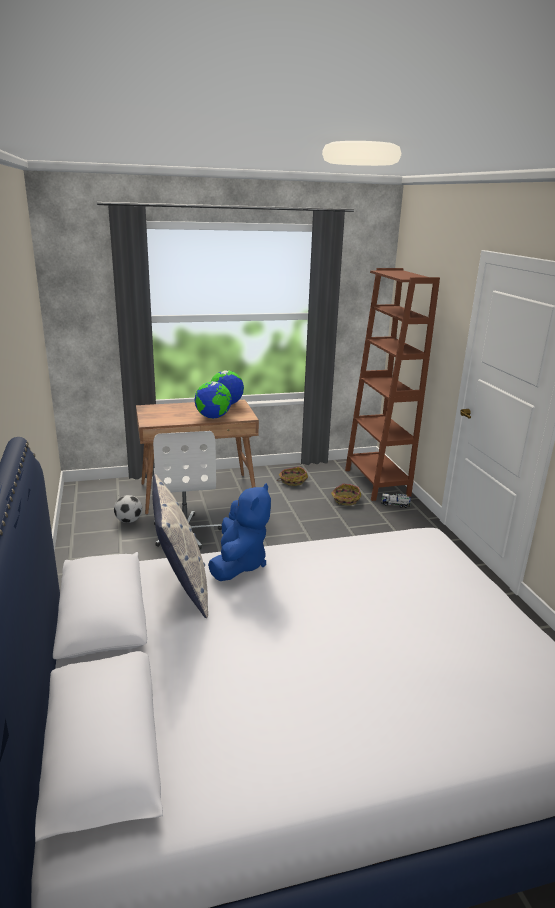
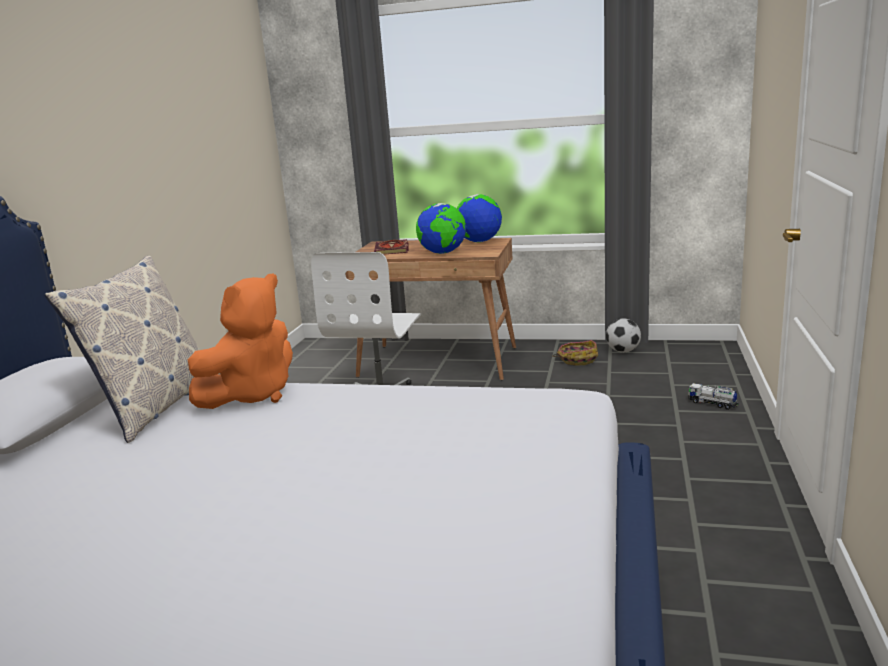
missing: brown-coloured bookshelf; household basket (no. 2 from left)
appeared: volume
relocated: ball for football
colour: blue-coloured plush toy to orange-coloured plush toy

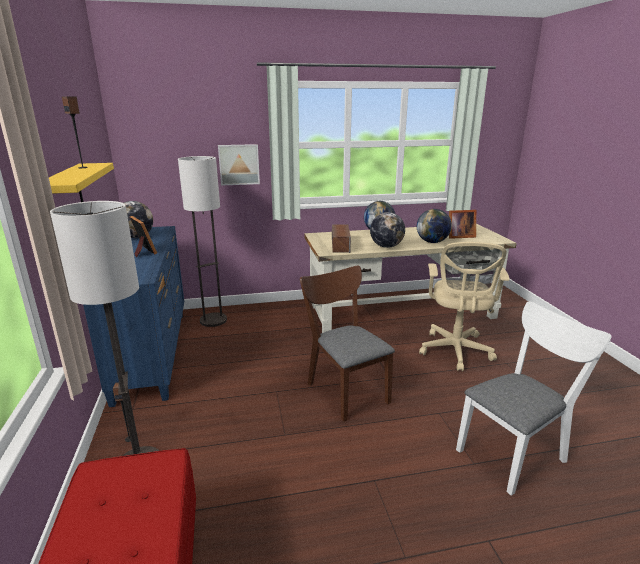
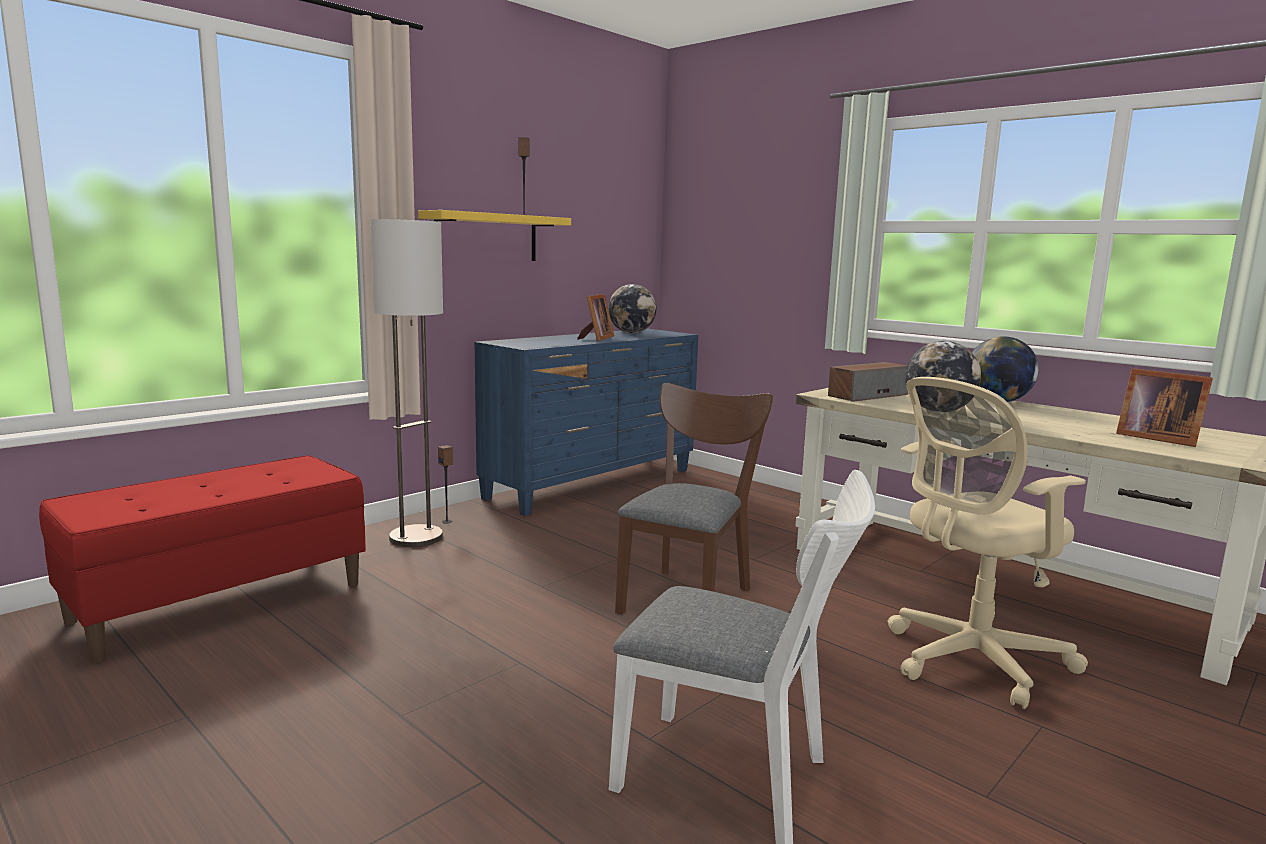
missing: wall art; standard lamp (no. 2 from left); world globe (no. 4 from left)

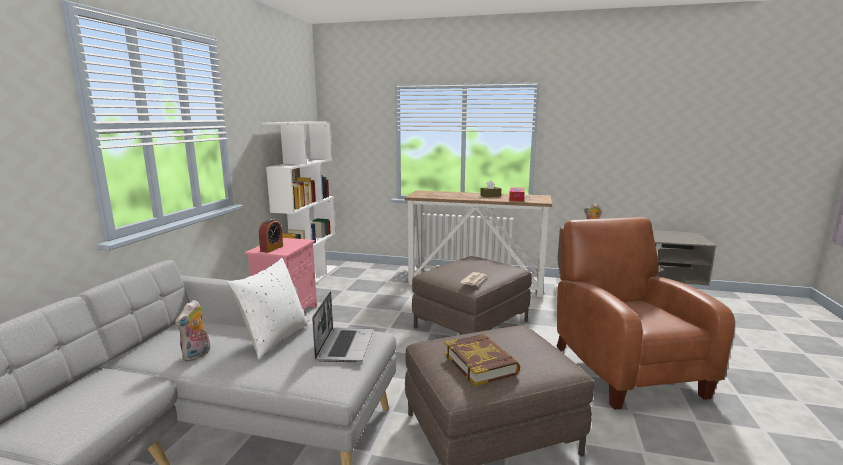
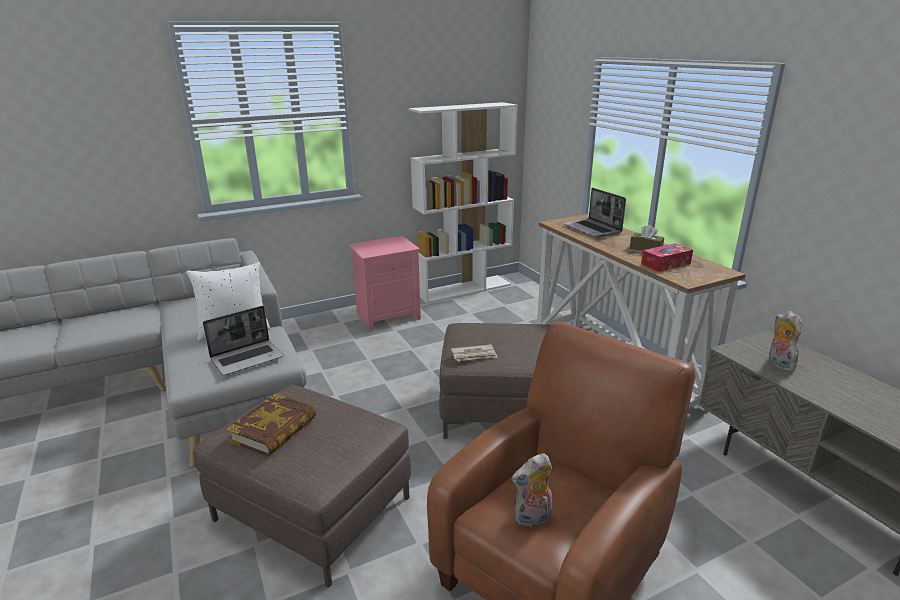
missing: bedside clock
appeared: laptop (no. 2 from left)
relocated: plush toy (no. 1 from left)

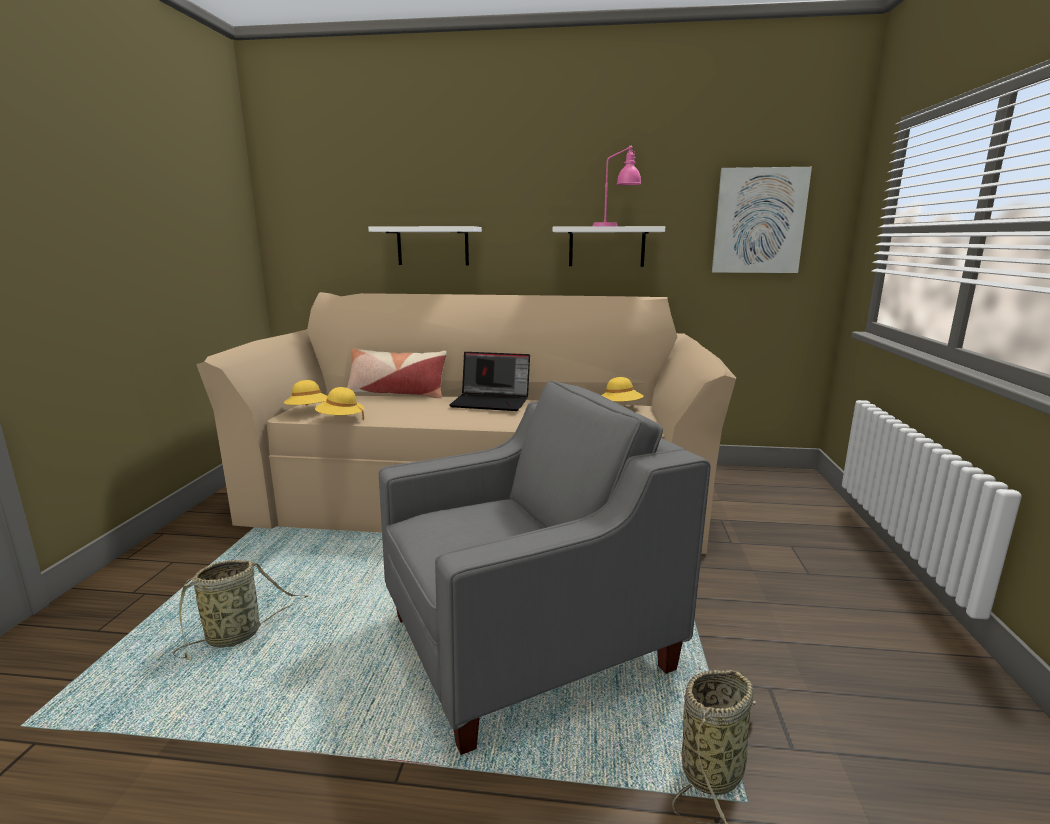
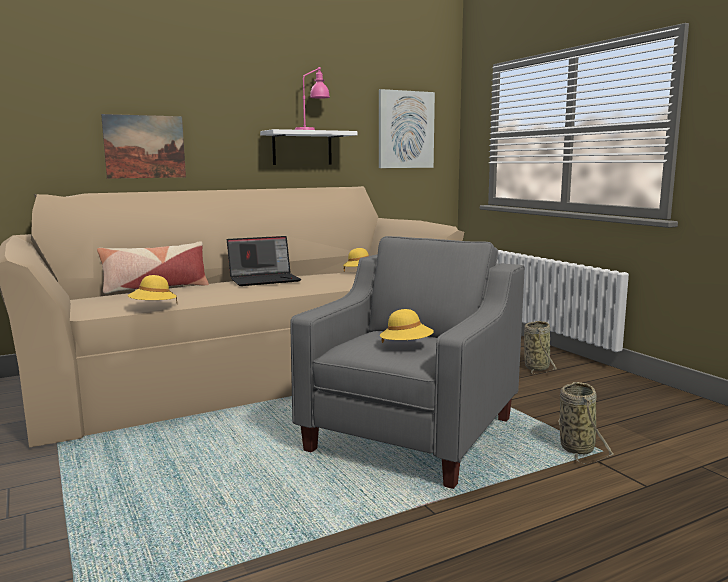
relocated: yellow-coloured wearable hat (no. 1 from left in the first image) to yellow-coloured wearable hat (no. 3 from left); household basket (no. 1 from left)
exchanged: whitish bracket shelf (no. 1 from left) to wall art (no. 1 from left)

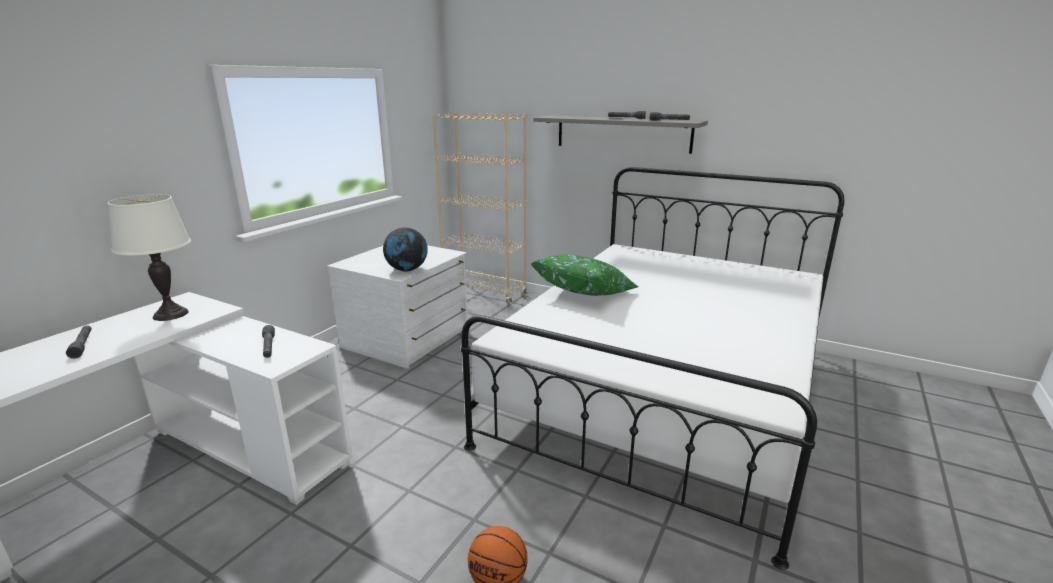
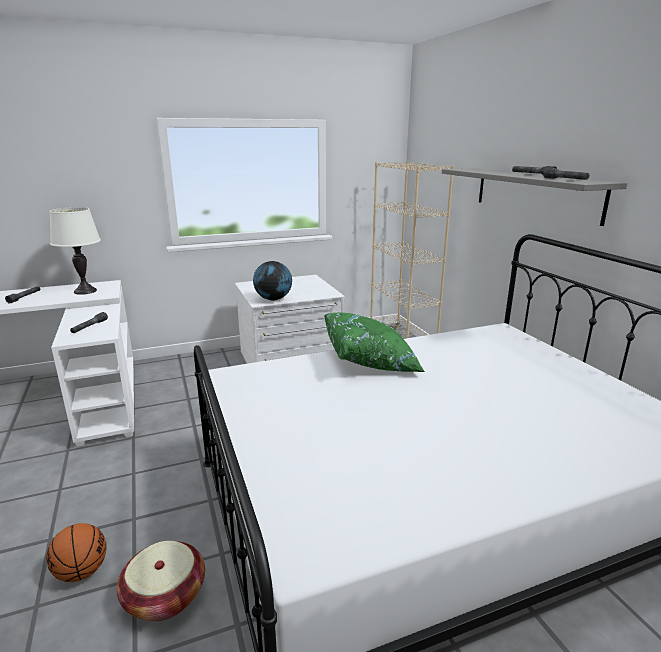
appeared: household basket

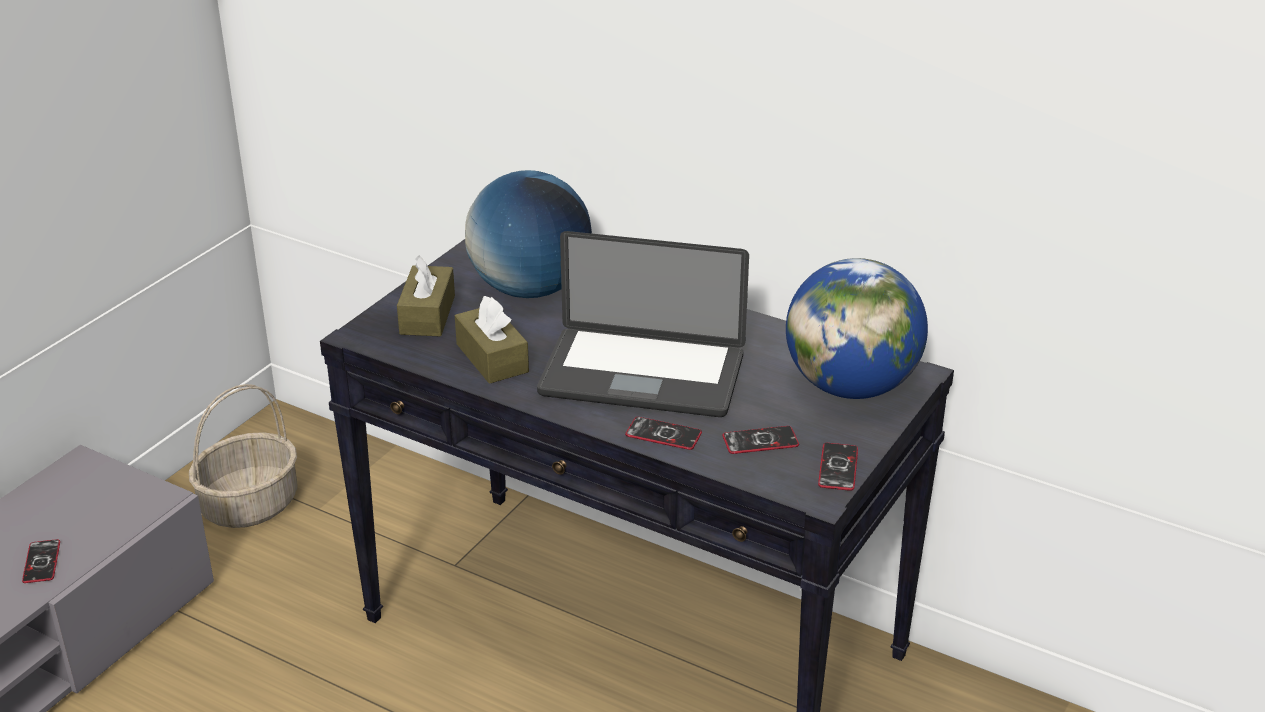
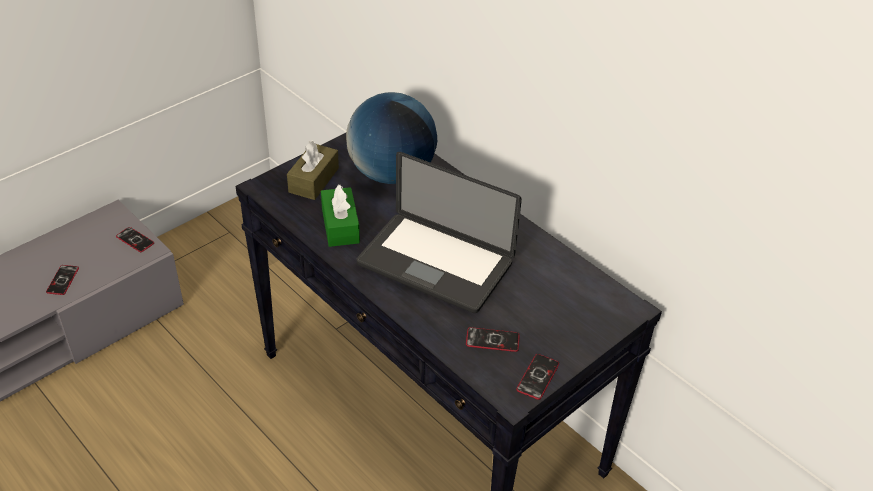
missing: world globe (no. 2 from left); household basket
relocated: handset (no. 2 from left)
colour: brown-coloured box of tissues (no. 2 from left) to greenish box of tissues

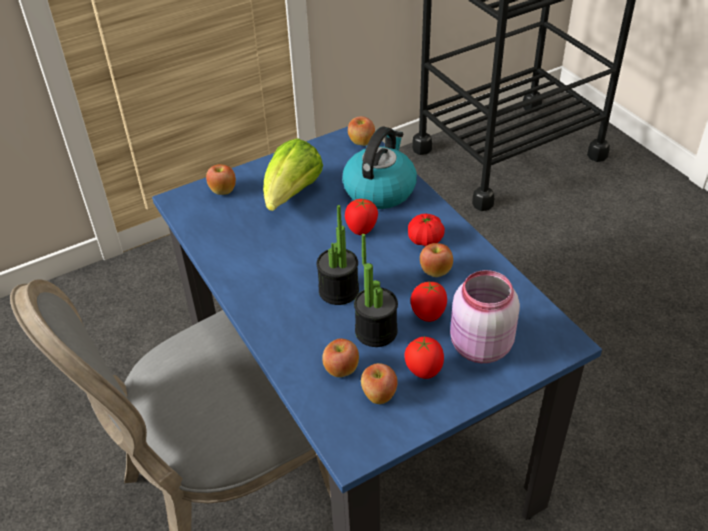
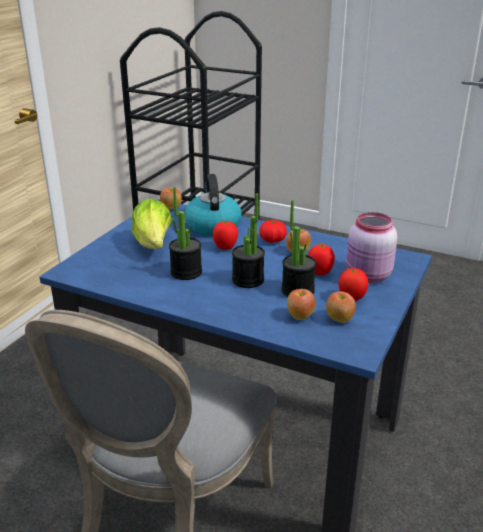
missing: whole apple (no. 1 from left)
appeared: plant in a pot (no. 1 from left)

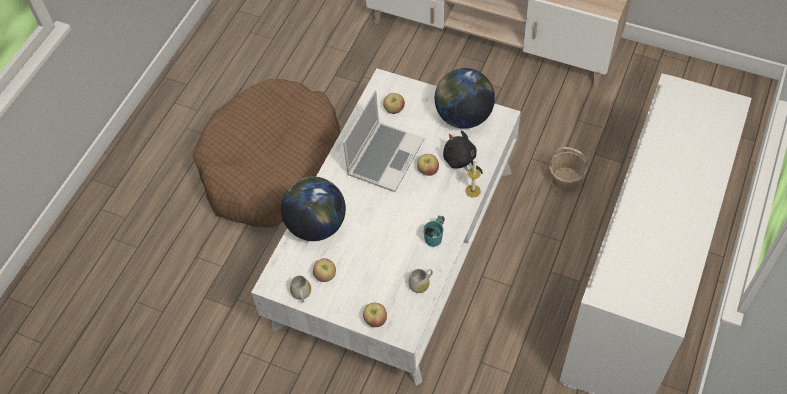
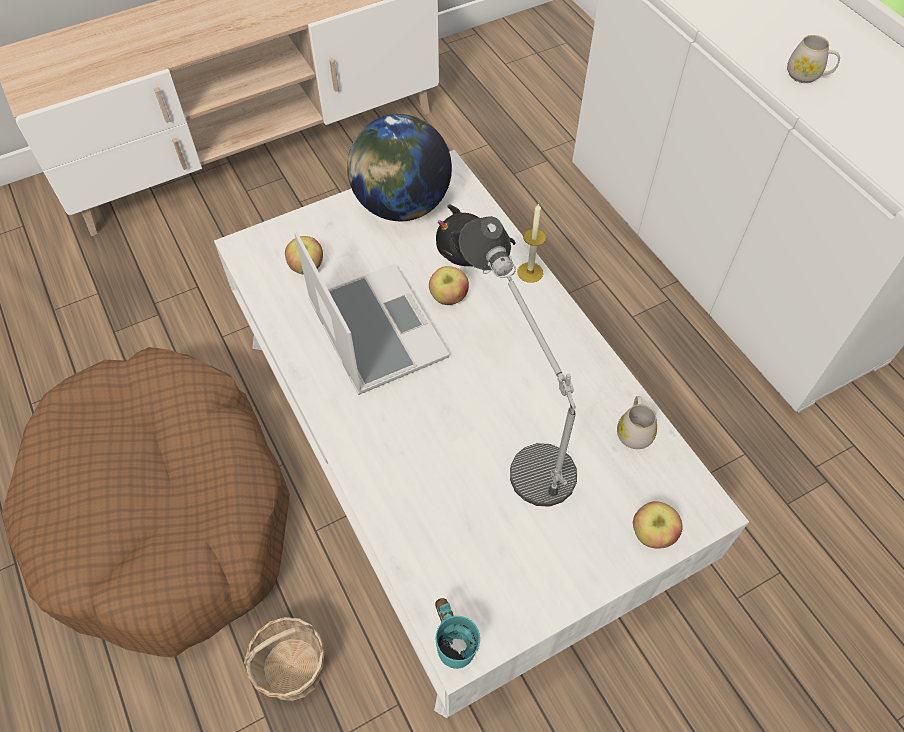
missing: world globe (no. 1 from left); whole apple (no. 1 from left)
appeared: lamp for a table
relocated: household basket; turquoise tea mug; whitish tea mug (no. 1 from left in the first image) to whitish tea mug (no. 2 from left)

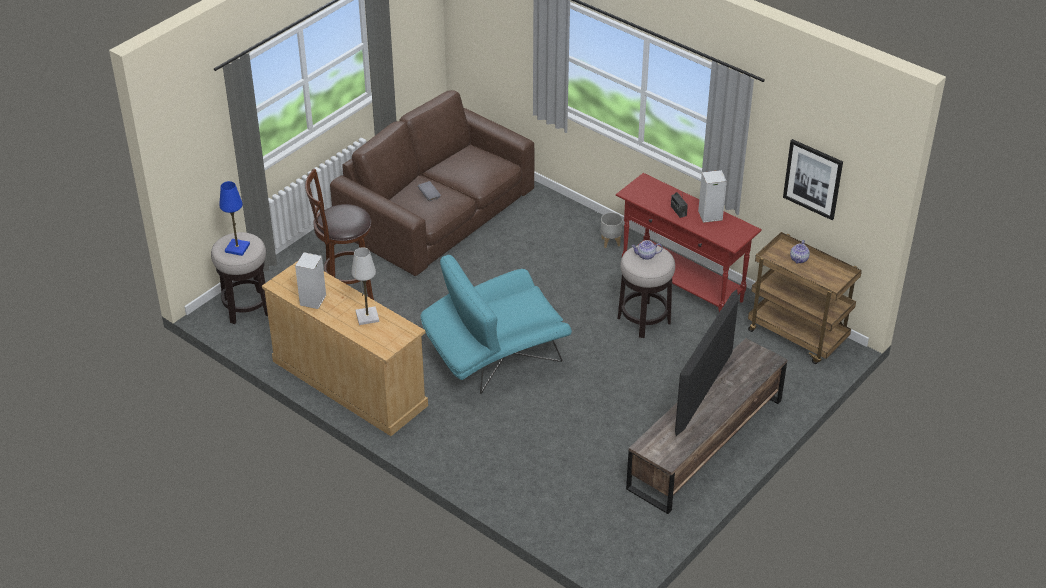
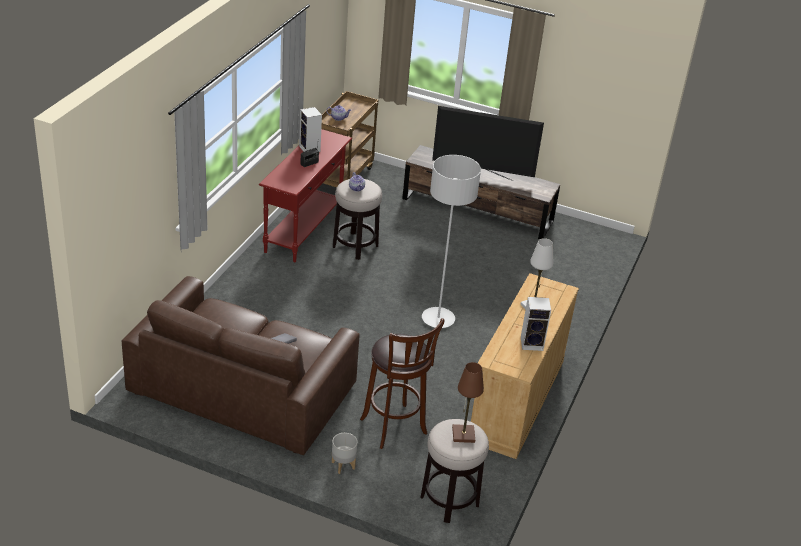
missing: wall art
relocated: gray plant pot
exchanged: turquoise armchair to gray standard lamp
colour: blue-coloured lamp for a table to brown-coloured lamp for a table

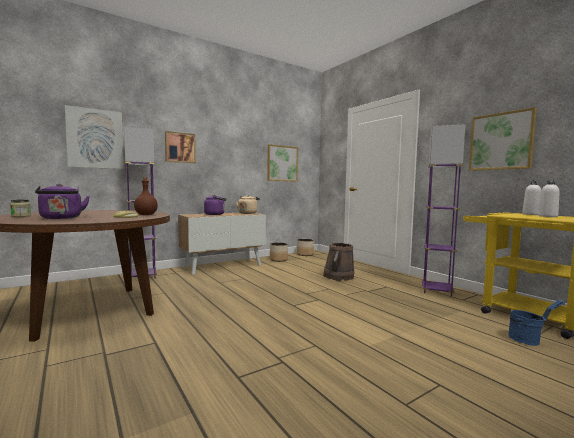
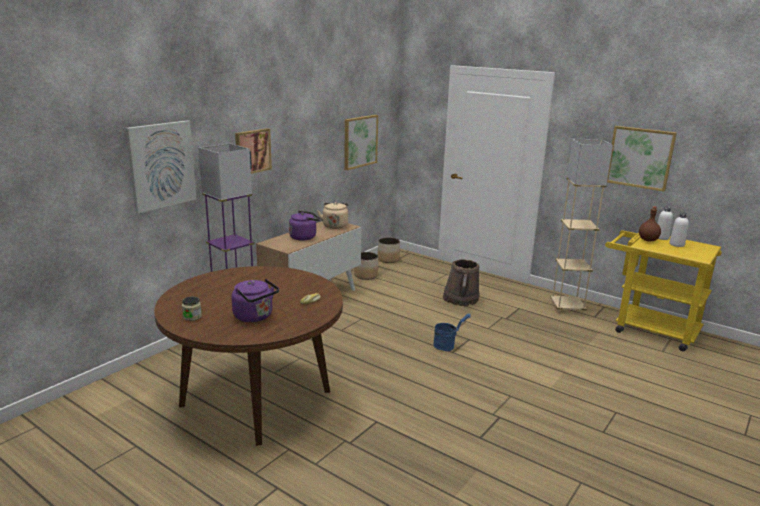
relocated: brown-coloured drink bottle; blue-coloured water bucket
colour: purple standard lamp (no. 2 from left) to beige-coloured standard lamp

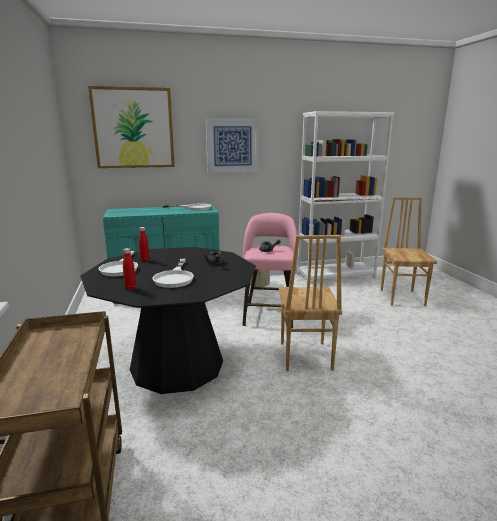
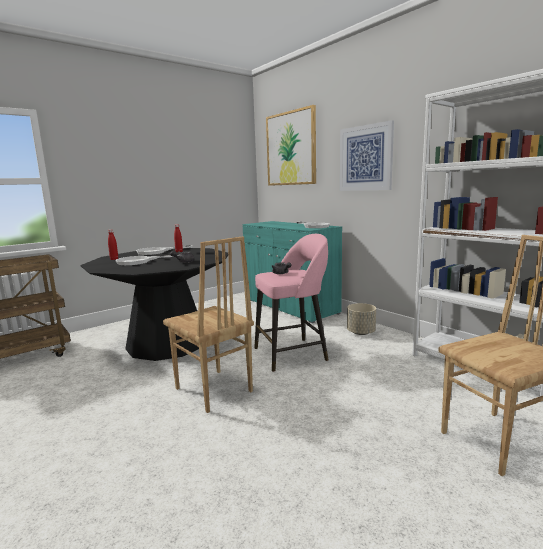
spun: brown-coloured plain chair (no. 1 from left) 105 degrees counterclockwise

